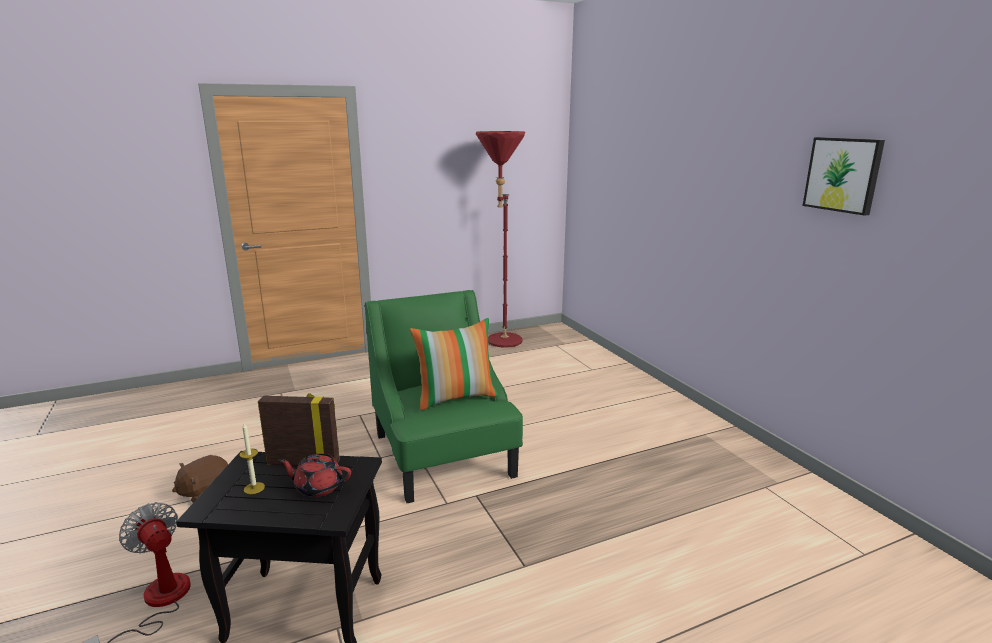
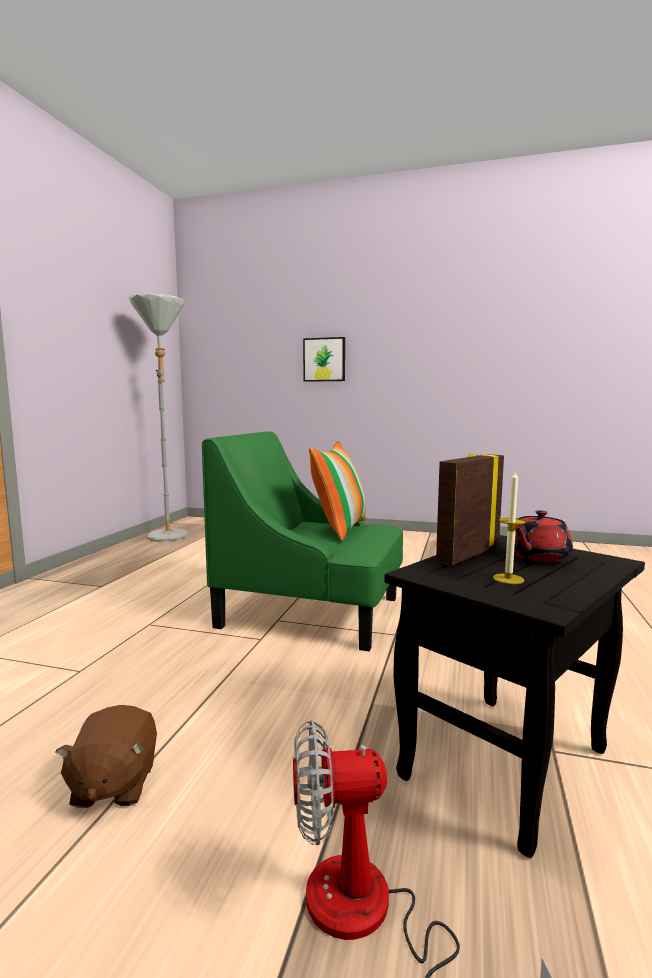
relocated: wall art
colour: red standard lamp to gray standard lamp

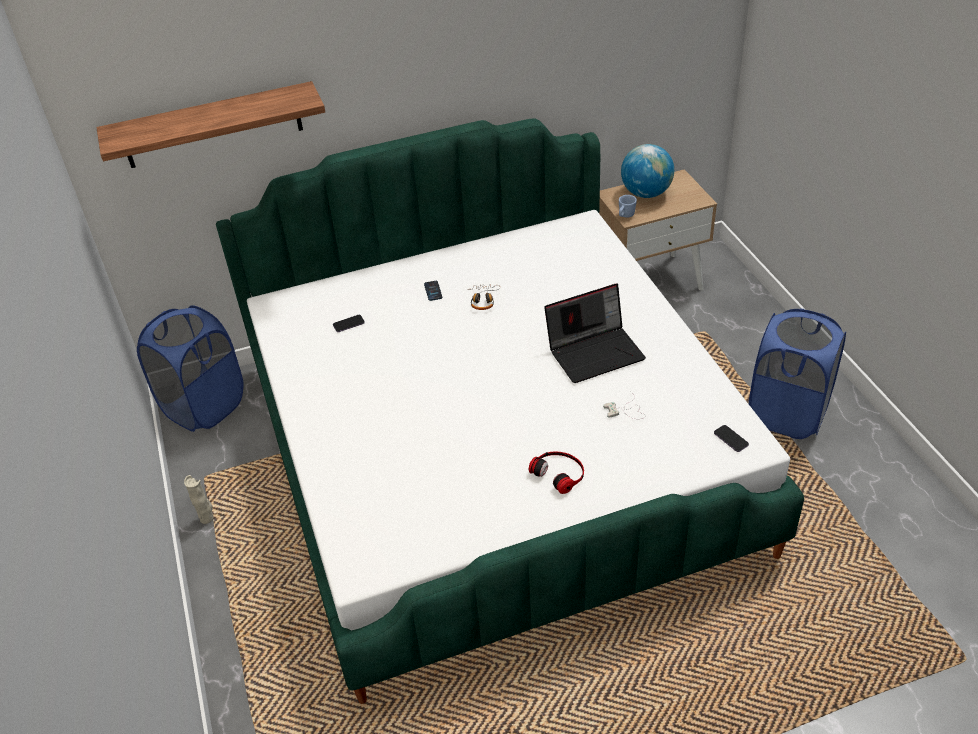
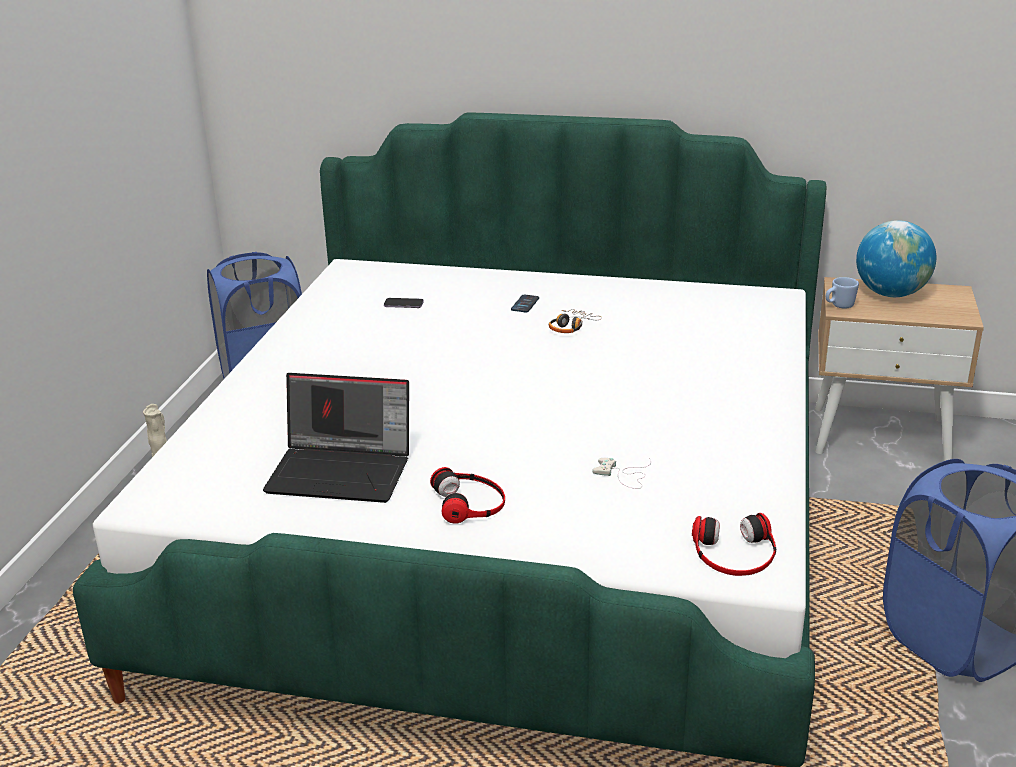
missing: bracket shelf
relocated: laptop
exchanged: handset (no. 3 from left) to pair of headphones (no. 3 from left)

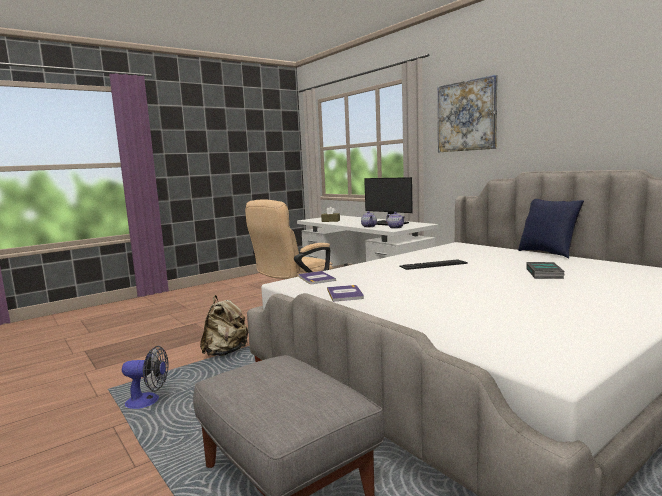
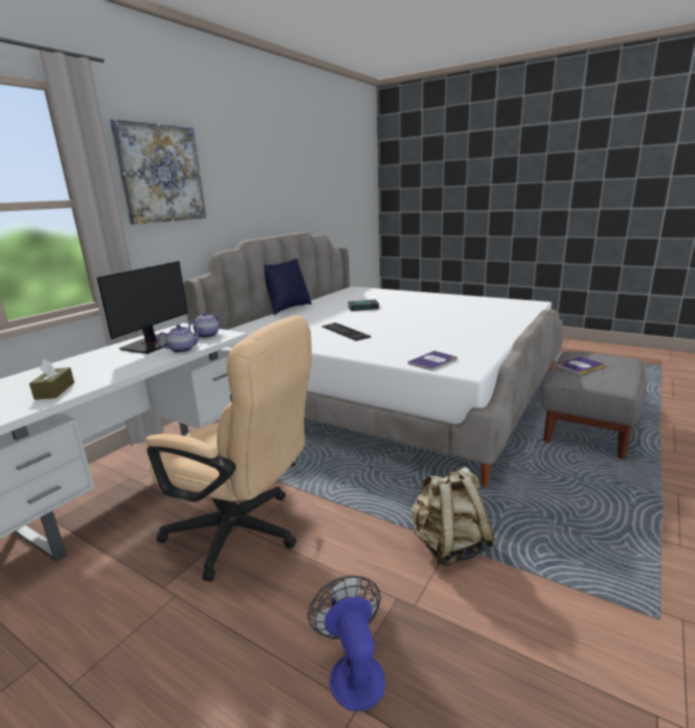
relocated: volume (no. 2 from left in the first image) to volume (no. 3 from left); fan

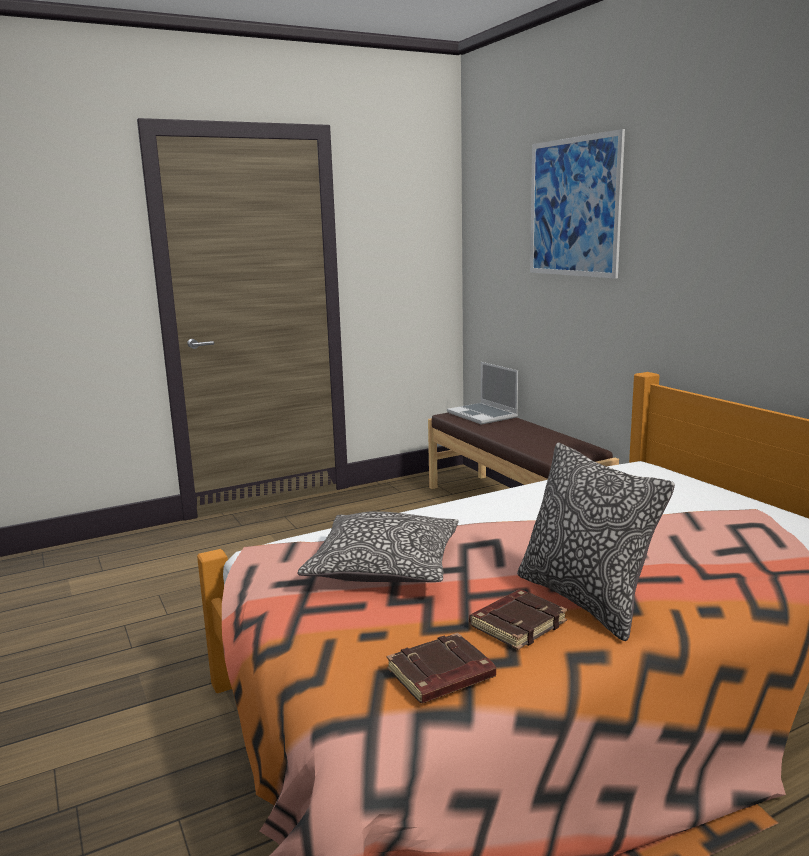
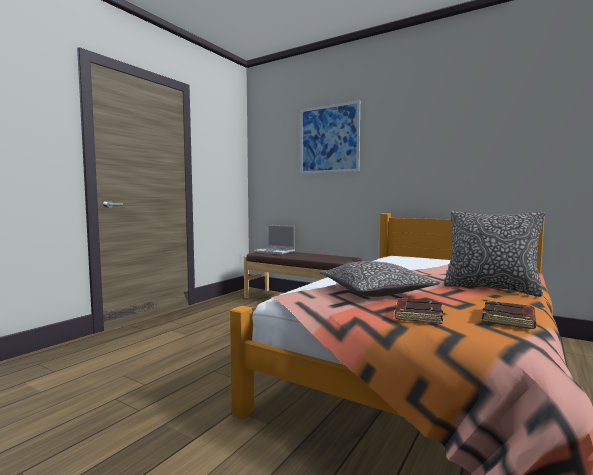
relocated: brown-coloured volume (no. 2 from left in the first image) to brown-coloured volume (no. 1 from left)

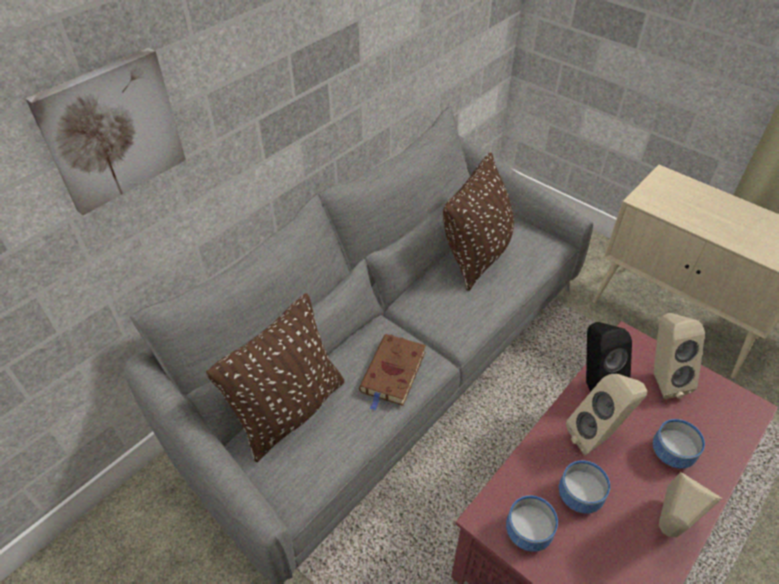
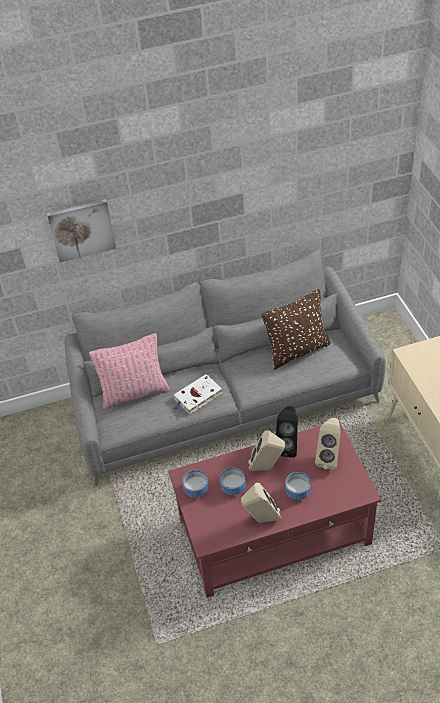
colour: brown-coloured throw pillow (no. 1 from left) to pink throw pillow; brown-coloured volume to whitish volume

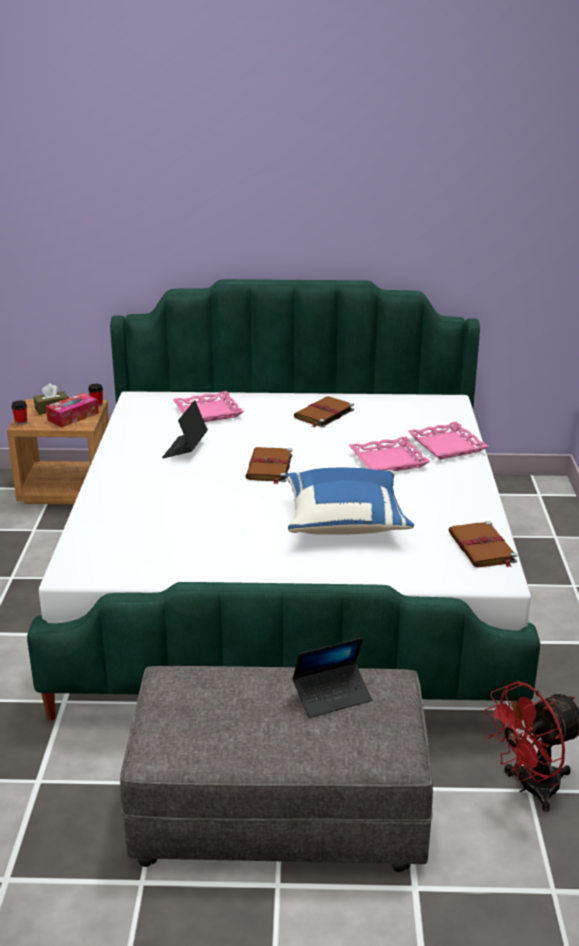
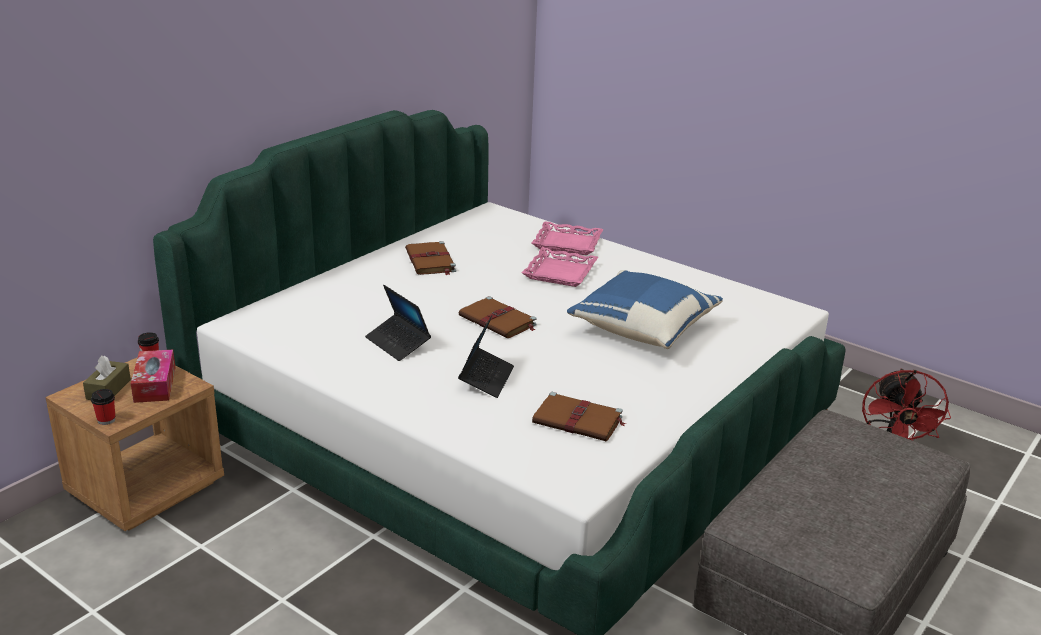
missing: pink tray (no. 1 from left)
relocated: brown-coloured volume (no. 3 from left); laptop (no. 2 from left)

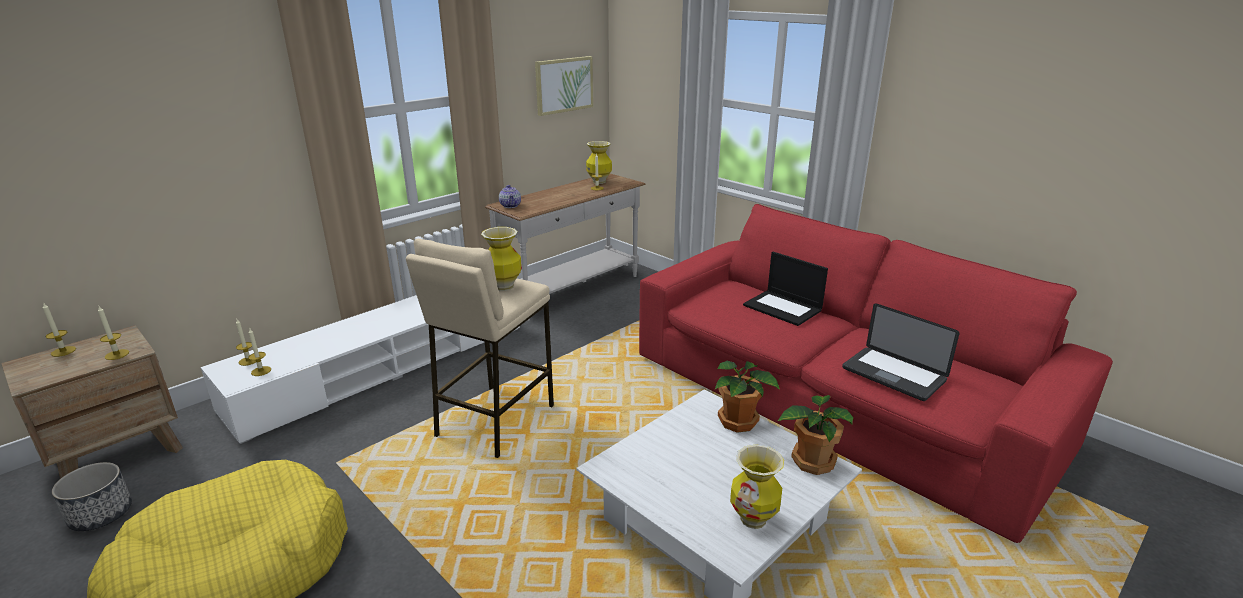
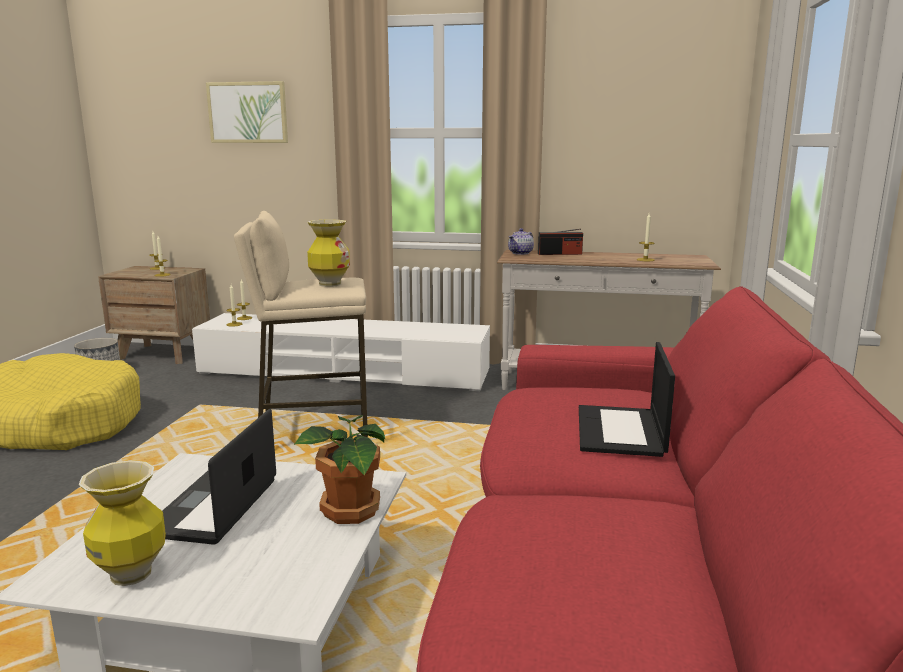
missing: decorative vase (no. 2 from left); plant in a pot (no. 2 from left)
appeared: radio set
relocated: wall art; laptop (no. 2 from left in the first image) to laptop (no. 1 from left)

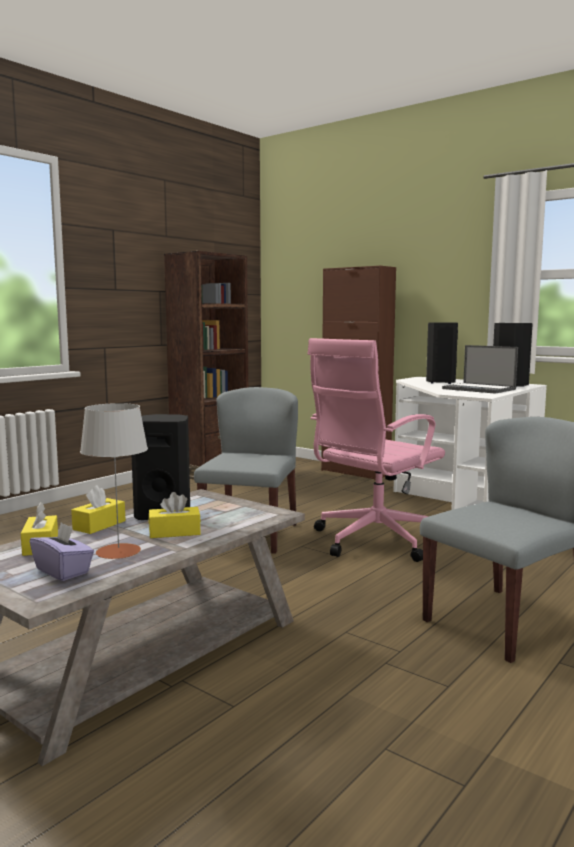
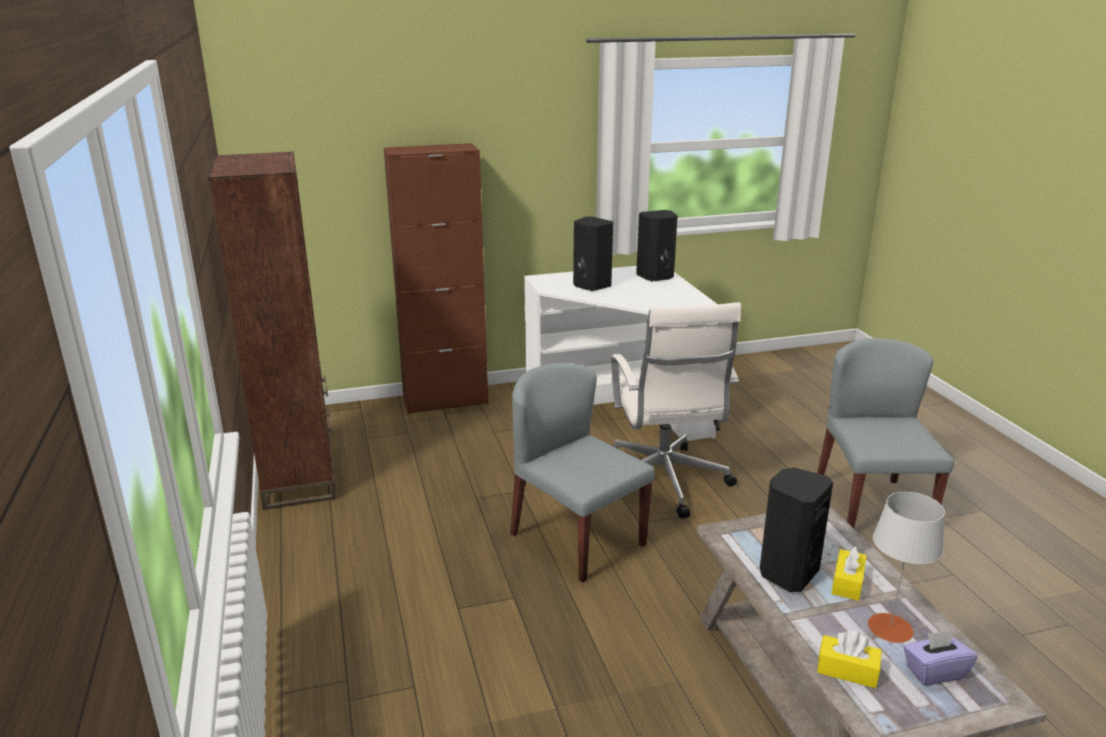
missing: laptop; yellow-coloured box of tissues (no. 2 from left)
colour: pink desk chair to whitish desk chair

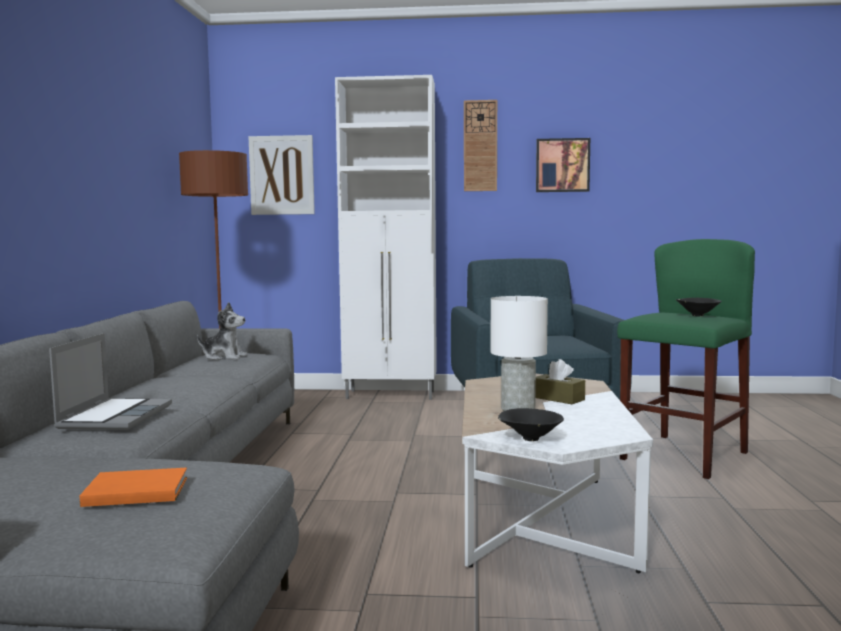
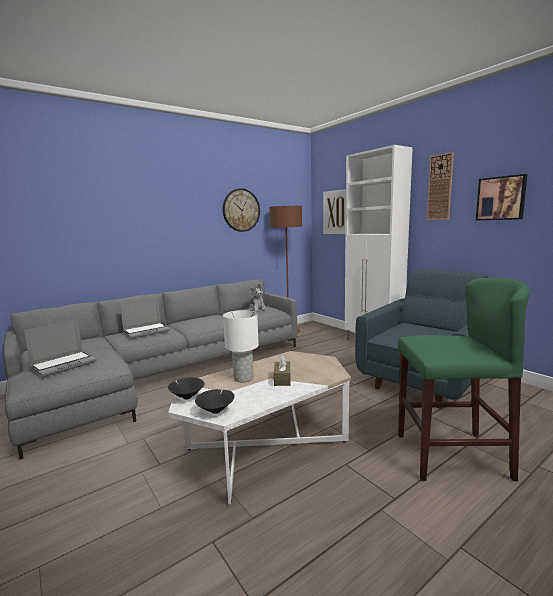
appeared: hanging clock (no. 1 from left)
relocated: black-coloured serving bowl (no. 2 from left)
exchanged: orange-coloured volume to laptop (no. 1 from left)

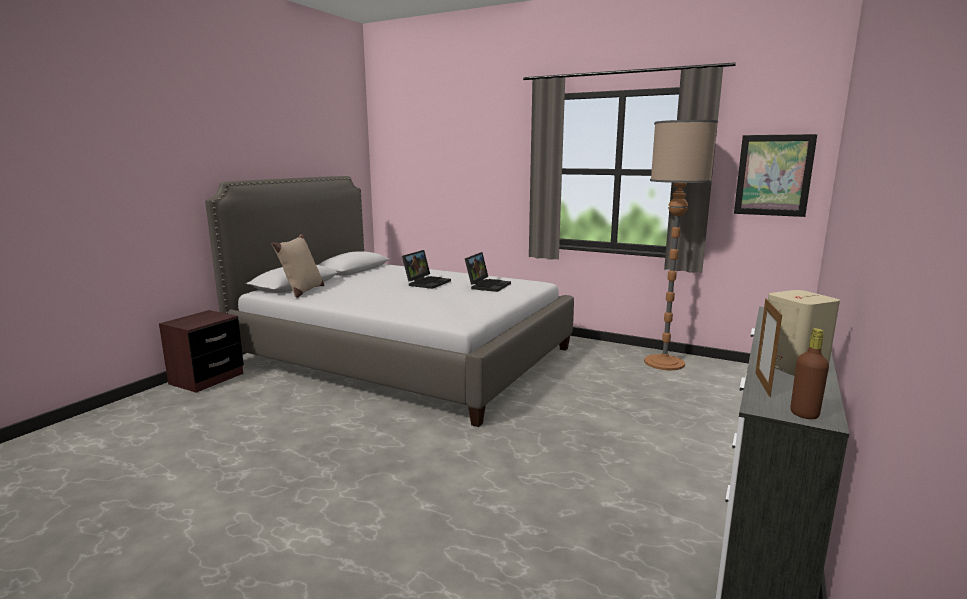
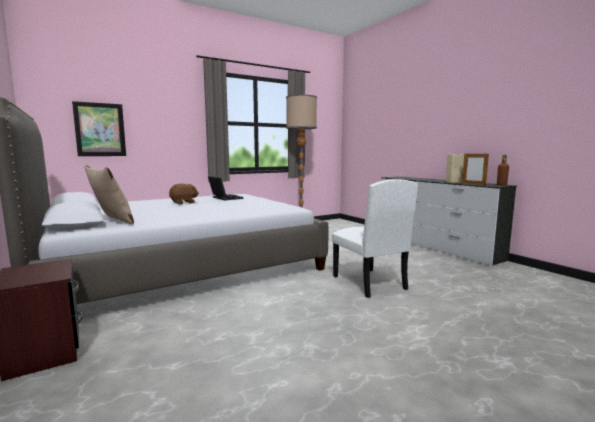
appeared: whitish plain chair
relocated: wall art
exchanged: laptop (no. 1 from left) to brown-coloured plush toy

